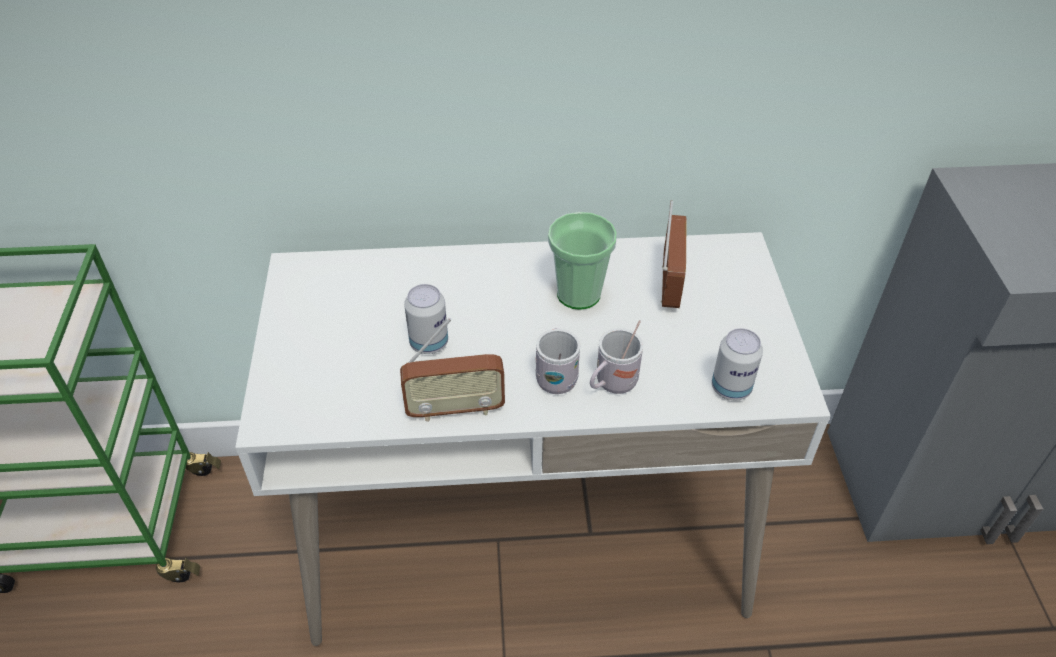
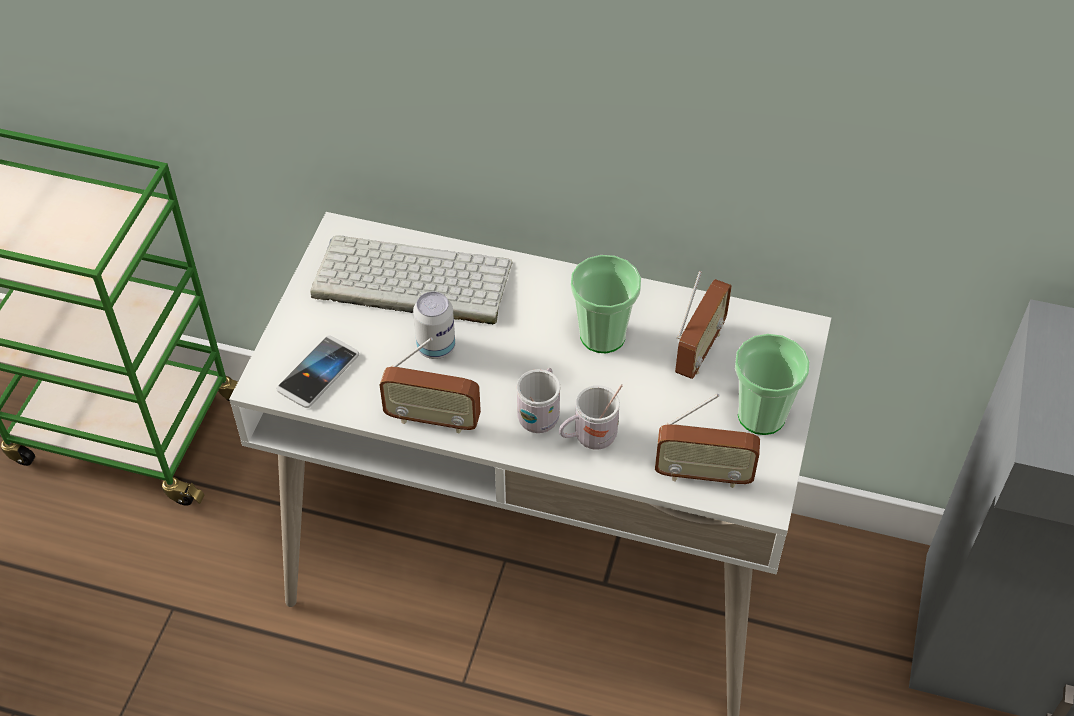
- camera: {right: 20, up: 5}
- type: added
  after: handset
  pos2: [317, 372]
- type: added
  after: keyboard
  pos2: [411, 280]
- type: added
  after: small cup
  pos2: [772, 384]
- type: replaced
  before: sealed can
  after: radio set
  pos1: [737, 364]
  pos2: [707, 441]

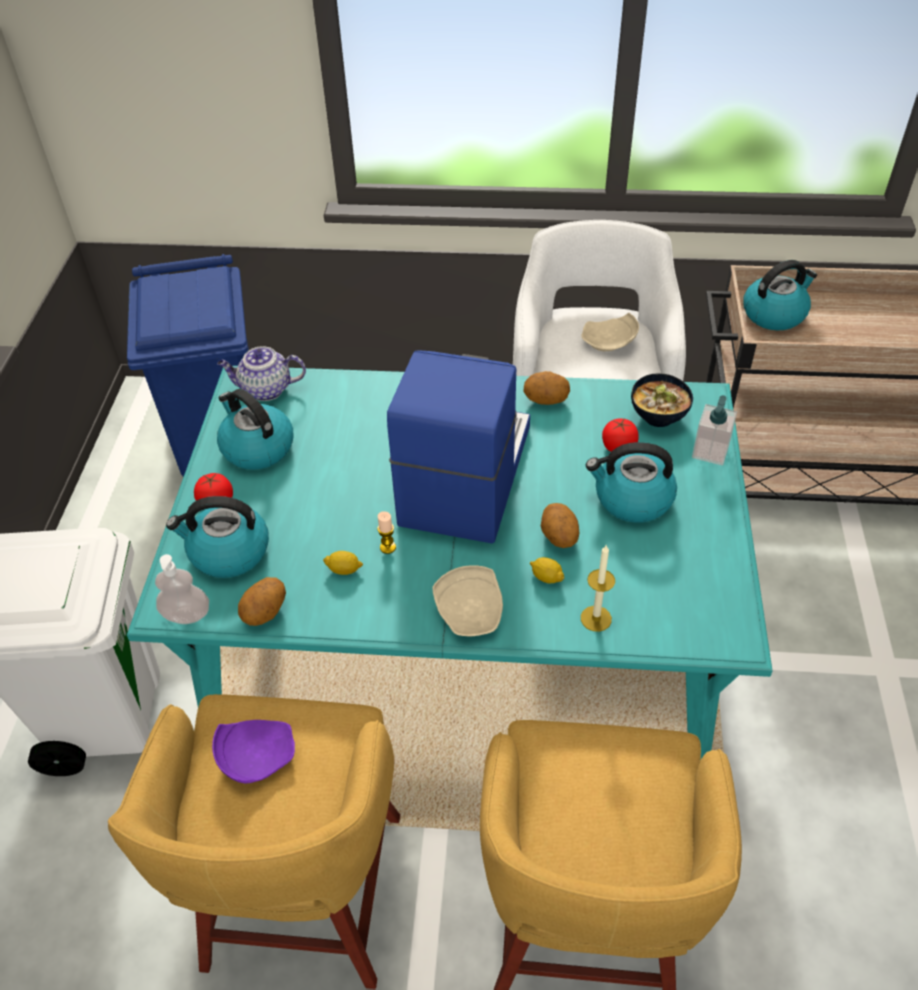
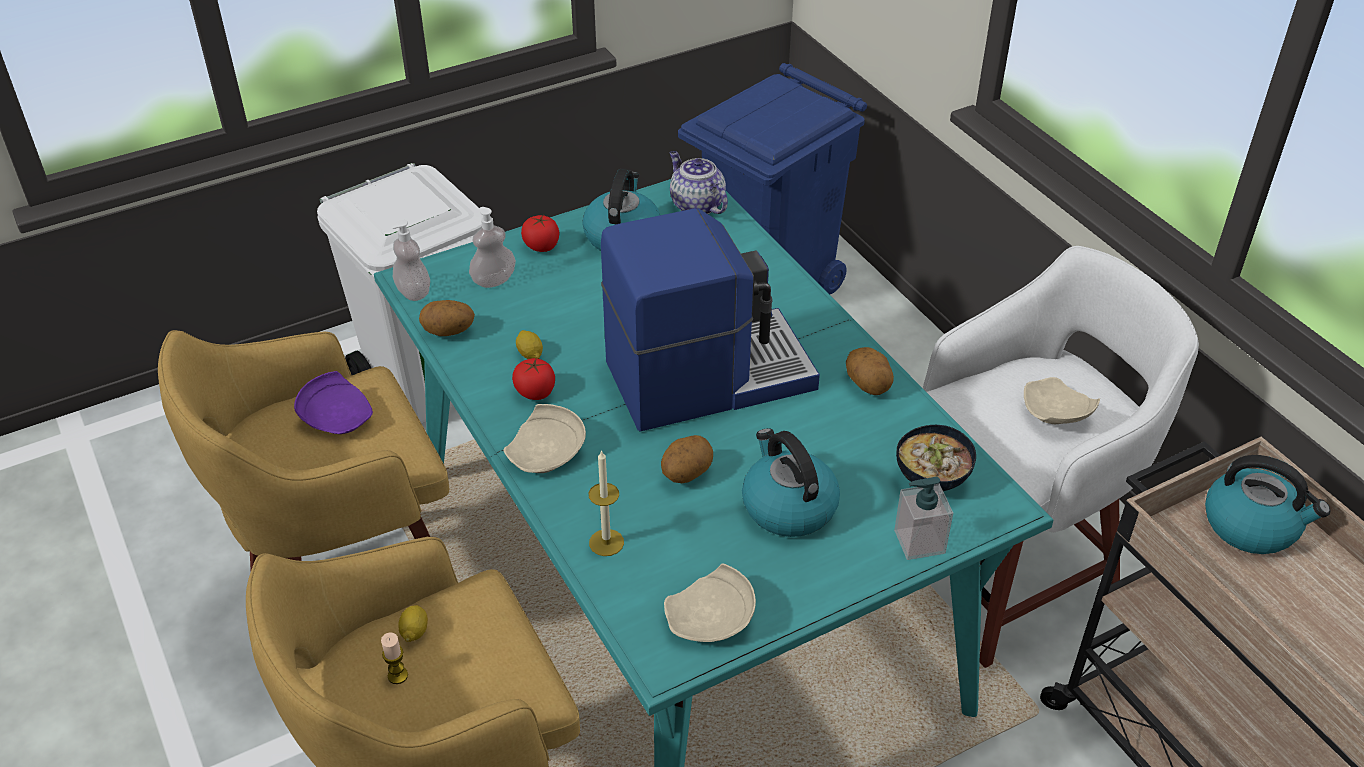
- camera: {right: 55, up: -5}
- type: added
  after: dinner plate/beige
  pos2: [710, 602]
- type: moved
  before: wax candle
  pos1: [386, 532]
  pos2: [394, 658]
- type: moved
  before: citrus fruit
  pos1: [547, 570]
  pos2: [413, 623]
- type: moved
  before: tomato
  pos1: [620, 435]
  pos2: [533, 378]
- type: replaced
  before: kettle
  after: liquid soap bottle
  pos1: [217, 537]
  pos2: [492, 247]

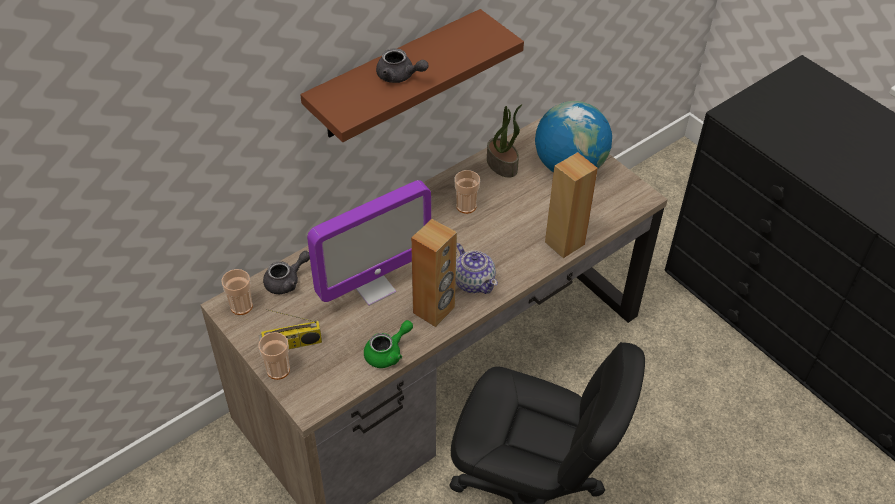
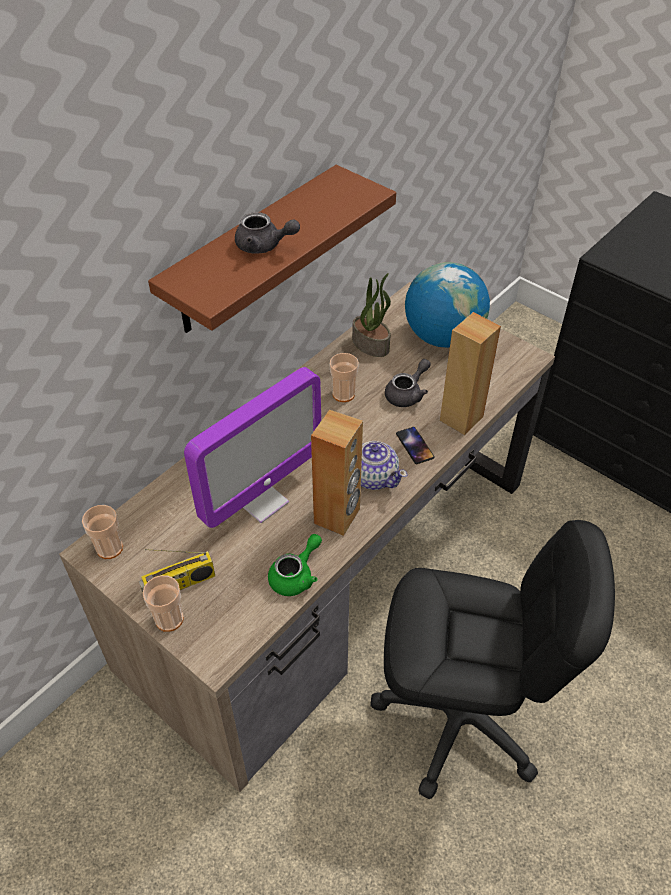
- camera: {right: -10, up: 0}
- type: added
  after: handset
  pos2: [415, 445]
- type: moved
  before: tea pot/greyish
  pos1: [286, 272]
  pos2: [408, 383]

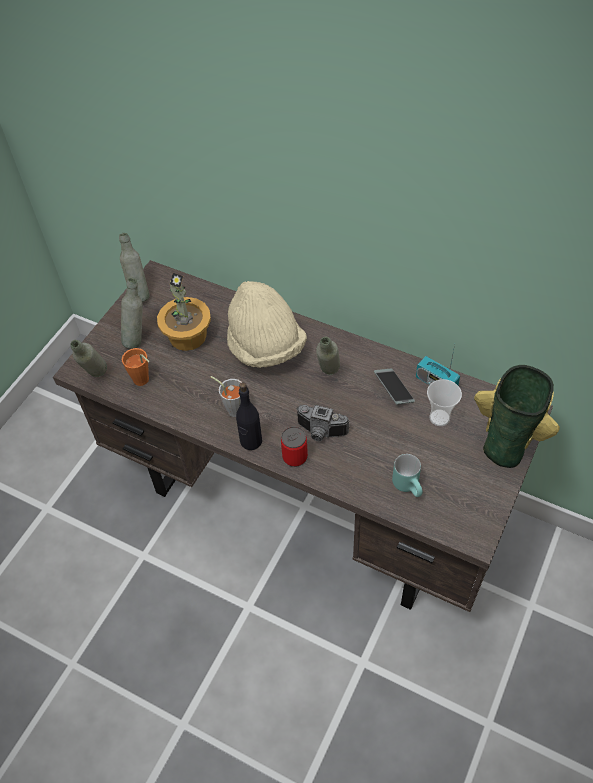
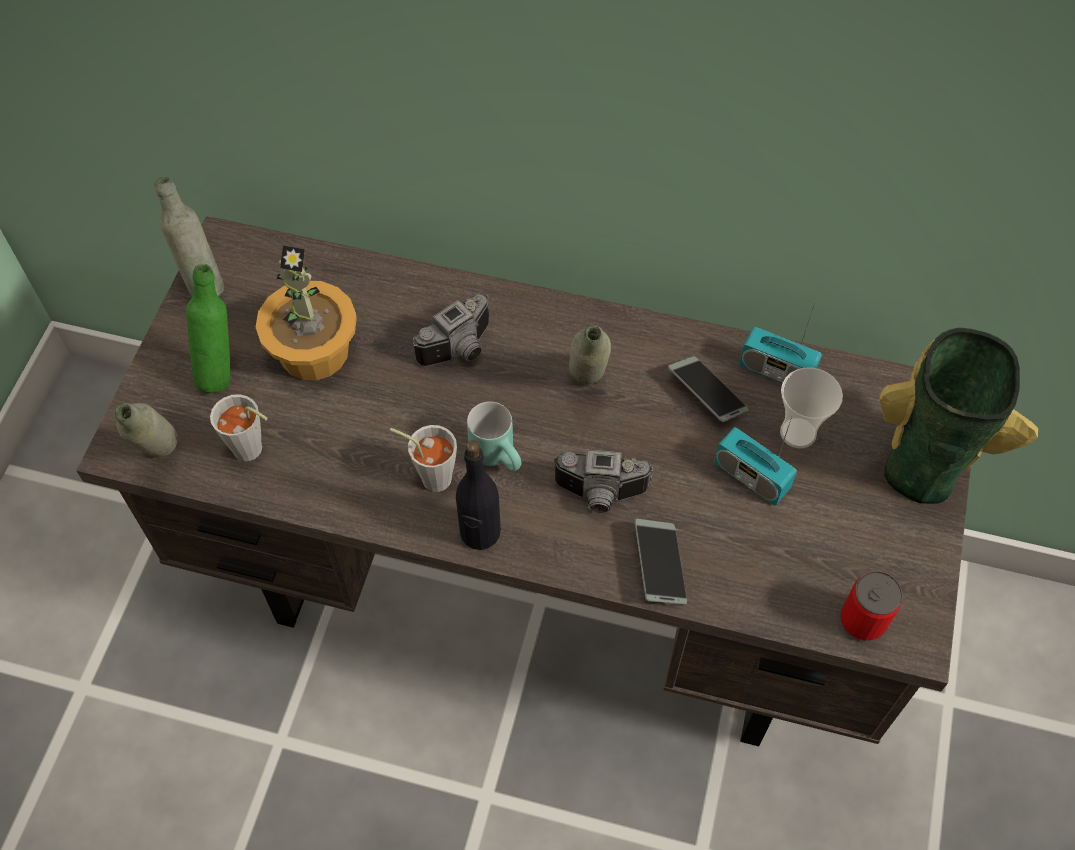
- camera: {right: -15, up: 5}
- type: added
  after: handset
  pos2: [660, 562]
- type: added
  after: radio set
  pos2: [755, 460]
- type: moved
  before: sealed can
  pos1: [294, 446]
  pos2: [871, 605]
- type: moved
  before: tea mug/blue-green
  pos1: [407, 475]
  pos2: [494, 436]
- type: replaced
  before: wearable hat/beige
  after: photo camera
  pos1: [267, 324]
  pos2: [451, 330]
- type: recoloured
  before: beverage bottle/greyish
  after: beverage bottle/green-coloured
  pos1: [132, 313]
  pos2: [208, 328]
- type: recoloured
  before: small cup/orange-coloured
  after: small cup/greyish
  pos1: [135, 367]
  pos2: [239, 427]

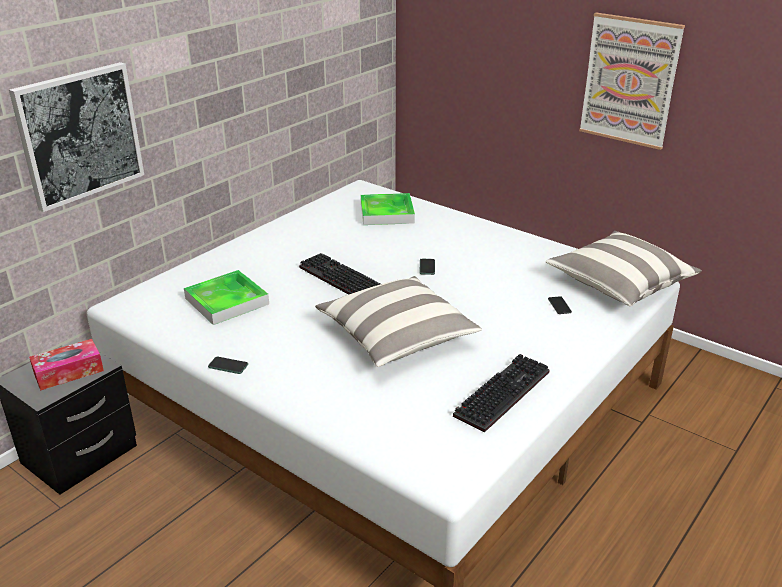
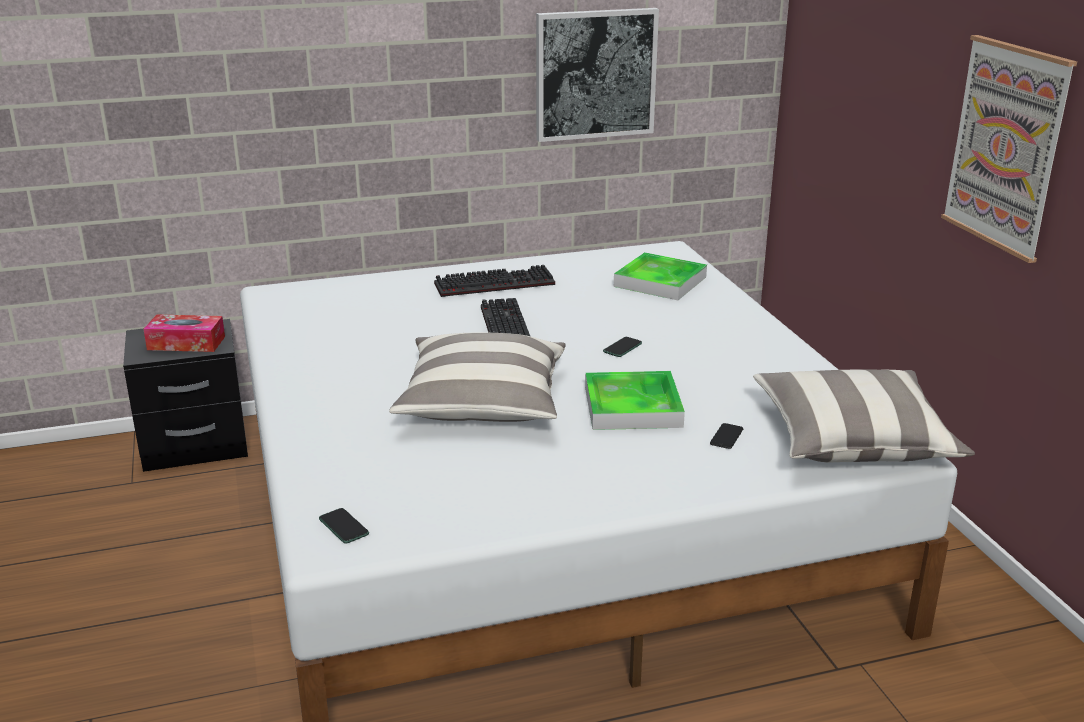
- camera: {right: 35, up: -5}
- type: moved
  before: wall picture
  pos1: [76, 137]
  pos2: [597, 75]
- type: moved
  before: tray
  pos1: [226, 297]
  pos2: [635, 400]
- type: moved
  before: handset
  pos1: [228, 365]
  pos2: [344, 526]
- type: moved
  before: keyboard
  pos1: [501, 393]
  pos2: [494, 281]

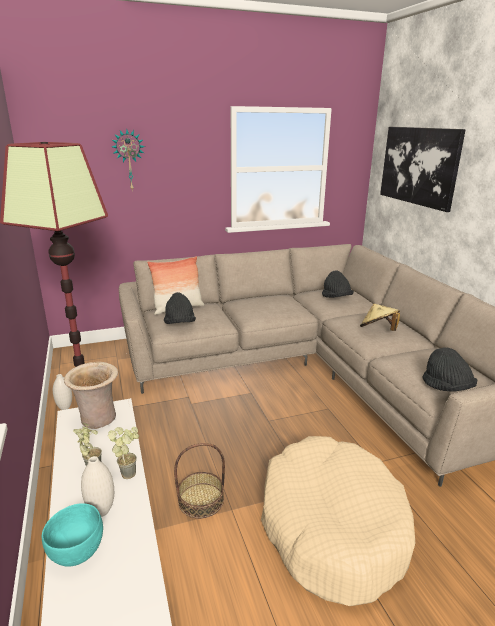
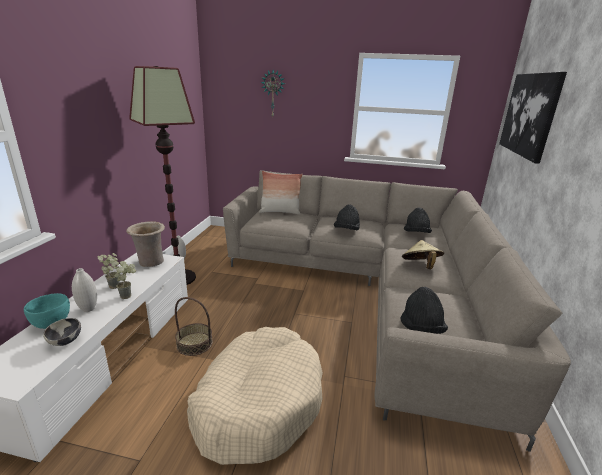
- camera: {right: 30, up: 0}
- type: added
  after: deep dish
  pos2: [62, 332]
- type: moved
  before: wearable hat/black-coloured
  pos1: [180, 308]
  pos2: [347, 217]

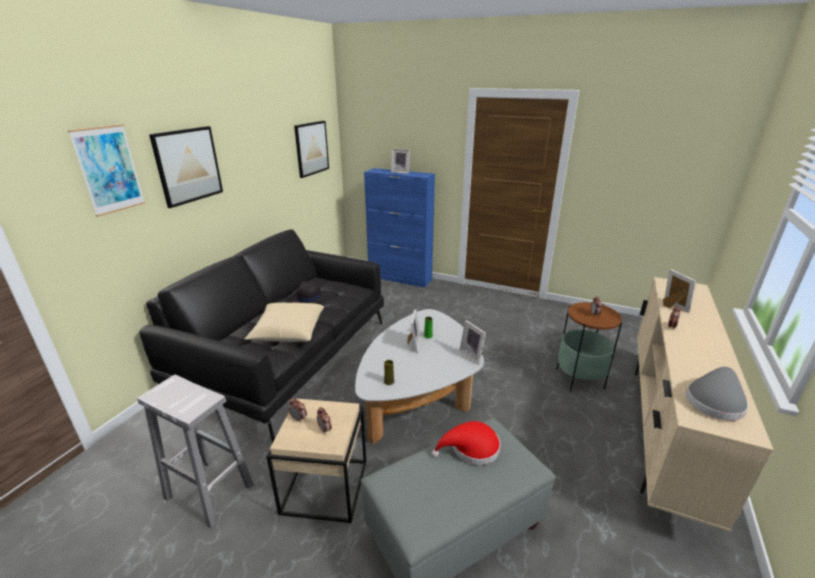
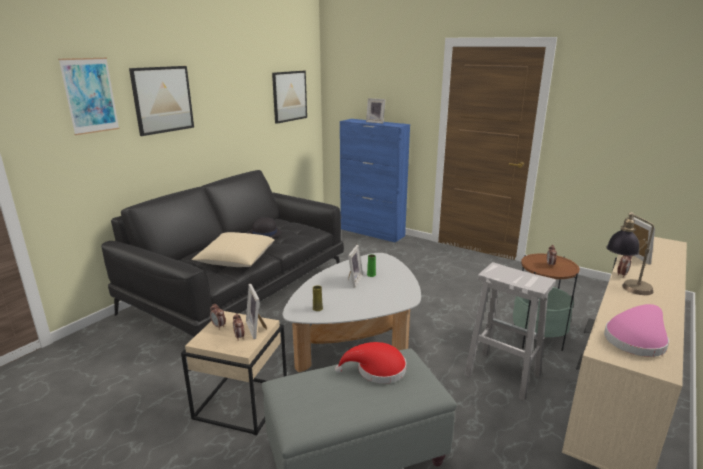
- camera: {right: 10, up: -5}
- type: added
  after: tabletop lamp
  pos2: [630, 253]
- type: moved
  before: stool/whitish
  pos1: [195, 451]
  pos2: [510, 331]
- type: moved
  before: picture frame
  pos1: [472, 342]
  pos2: [256, 311]
- type: recoloured
  before: wearable hat/greyish
  after: wearable hat/pink-coloured
  pos1: [717, 394]
  pos2: [636, 330]

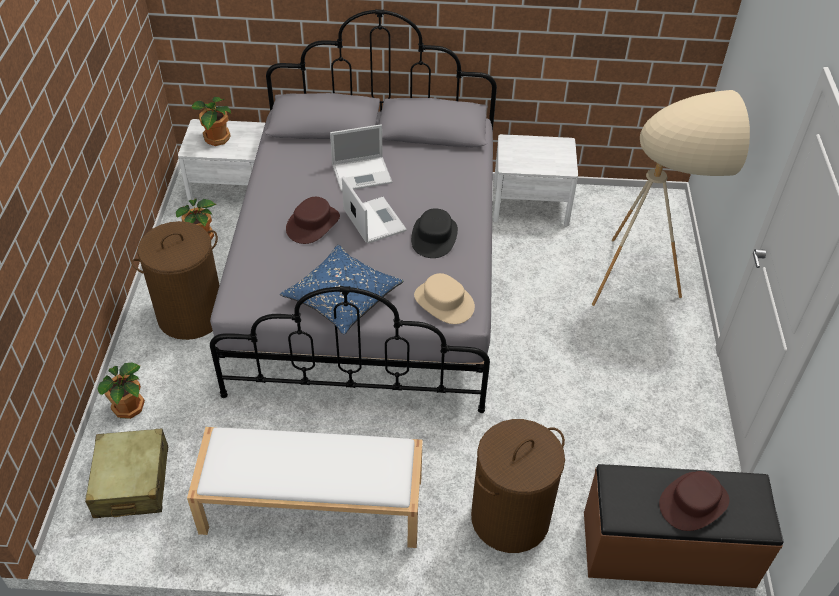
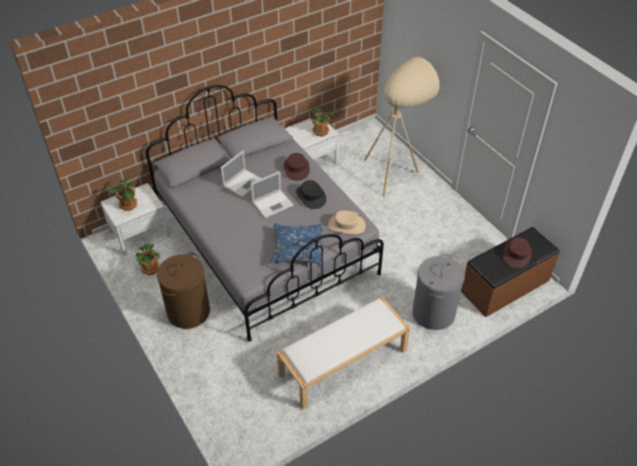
- camera: {right: -35, up: 0}
- type: removed
  before: suitcase/beige
  pos1: [126, 473]
- type: moved
  before: plant in a pot
  pos1: [121, 391]
  pos2: [322, 122]
- type: moved
  before: wearable hat/brownish
  pos1: [313, 220]
  pos2: [297, 167]
- type: recoloured
  before: washing basket/brownish
  after: washing basket/greyish
  pos1: [518, 486]
  pos2: [438, 292]
- type: turned
  before: notebook computer
  pos1: [374, 210]
  pos2: [272, 194]
  turn: 120

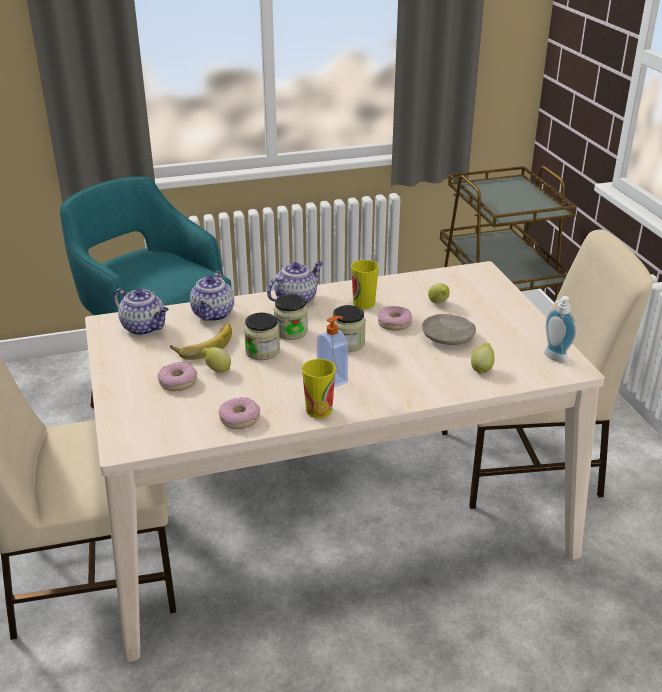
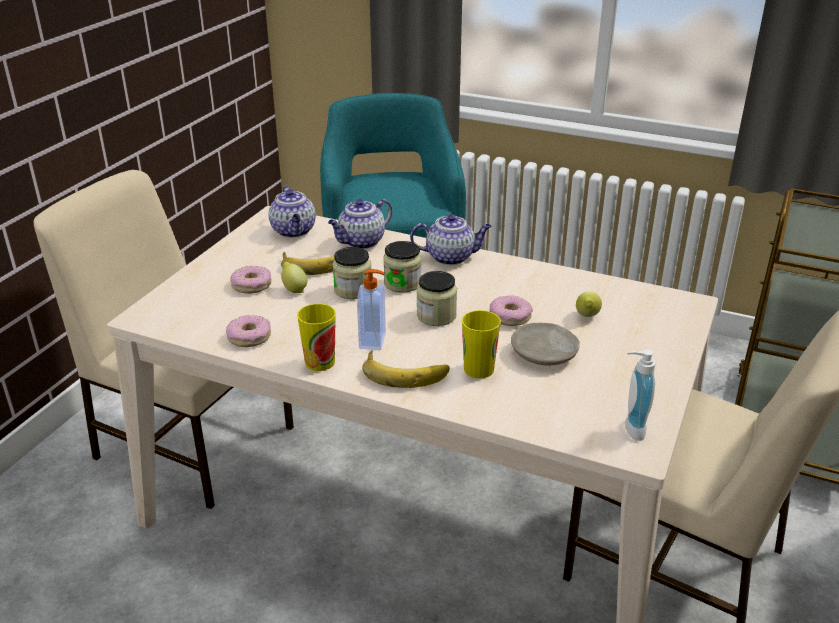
- camera: {right: 40, up: 0}
- type: removed
  before: citrus fruit
  pos1: [483, 359]
- type: added
  after: whole banana
  pos2: [406, 369]
- type: moved
  before: small cup
  pos1: [365, 284]
  pos2: [481, 344]

